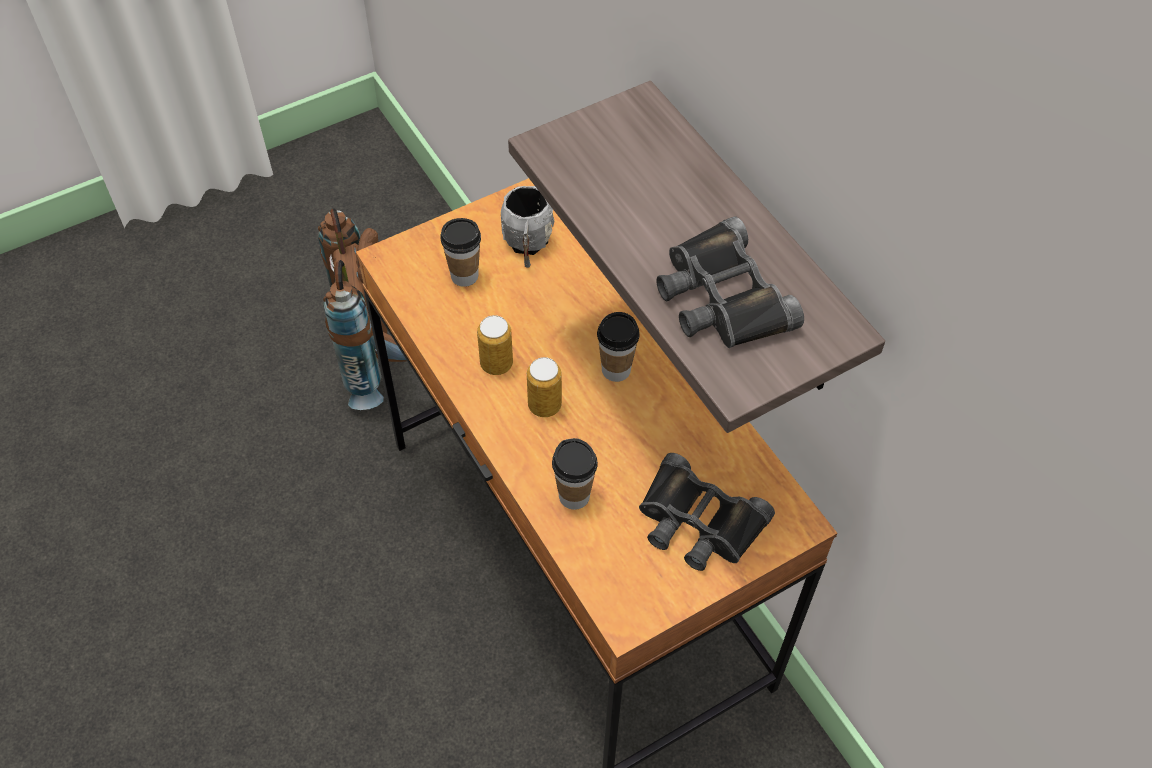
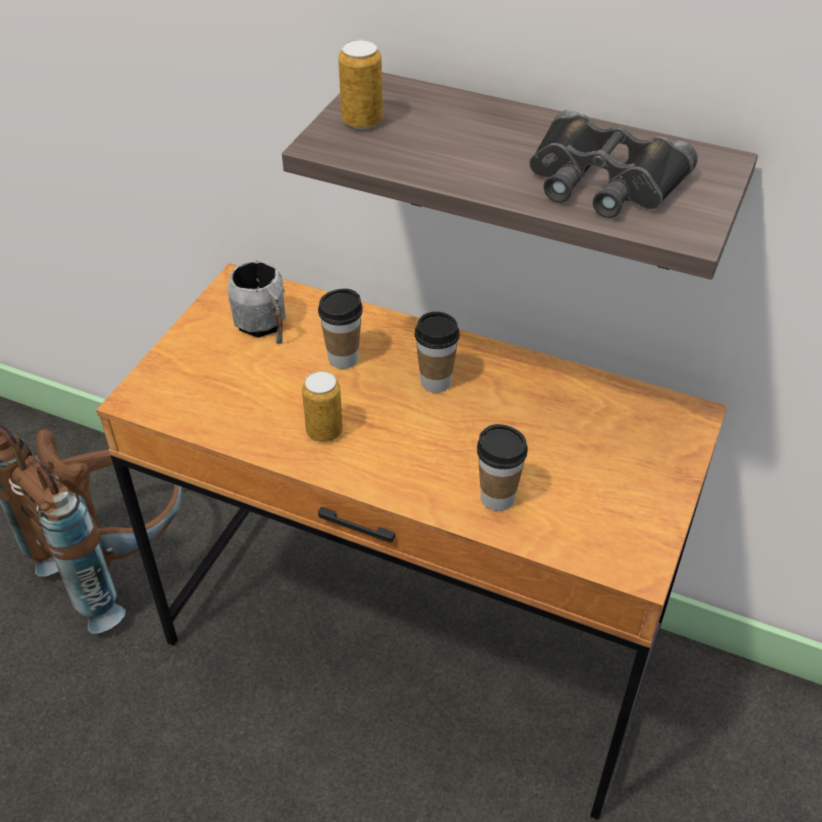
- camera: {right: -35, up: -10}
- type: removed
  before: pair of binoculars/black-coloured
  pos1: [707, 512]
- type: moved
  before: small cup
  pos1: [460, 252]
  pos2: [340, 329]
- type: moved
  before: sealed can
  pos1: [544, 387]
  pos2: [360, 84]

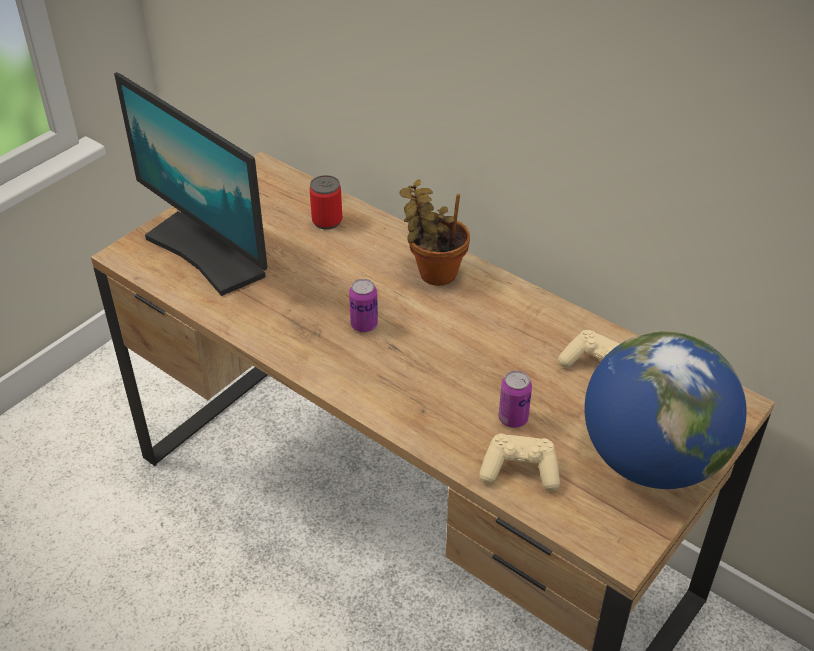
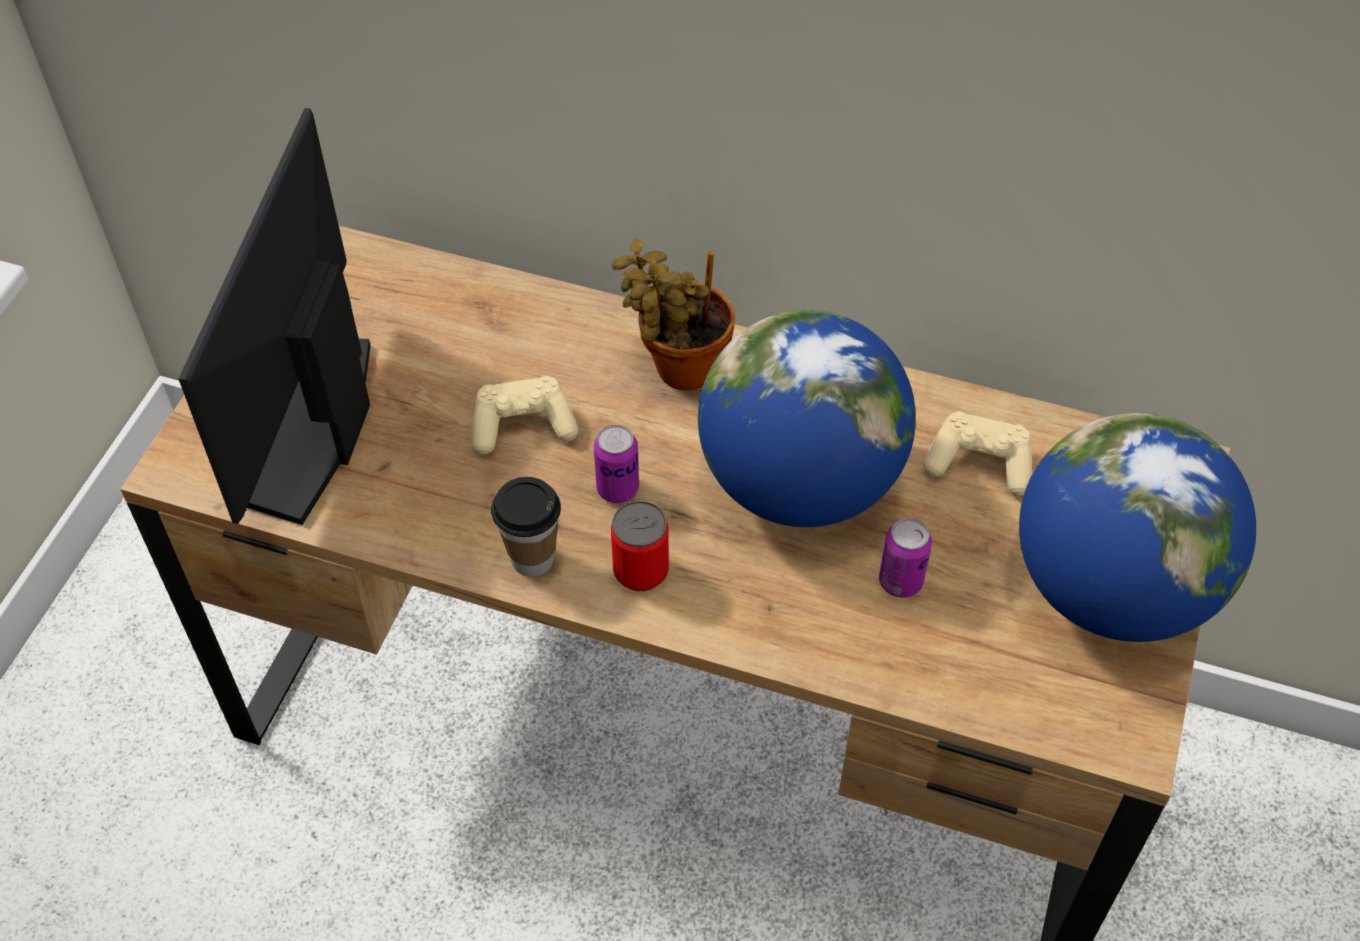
- camera: {right: -20, up: 10}
- type: added
  after: small cup
  pos2: [526, 527]
- type: added
  after: globe
  pos2: [807, 418]
- type: moved
  before: sealed can
  pos1: [326, 202]
  pos2: [640, 546]
- type: moved
  before: gamepad/beige
  pos1: [519, 462]
  pos2: [525, 415]
- type: turned
  before: computer screen
  pos1: [190, 184]
  pos2: [275, 316]
  turn: 75

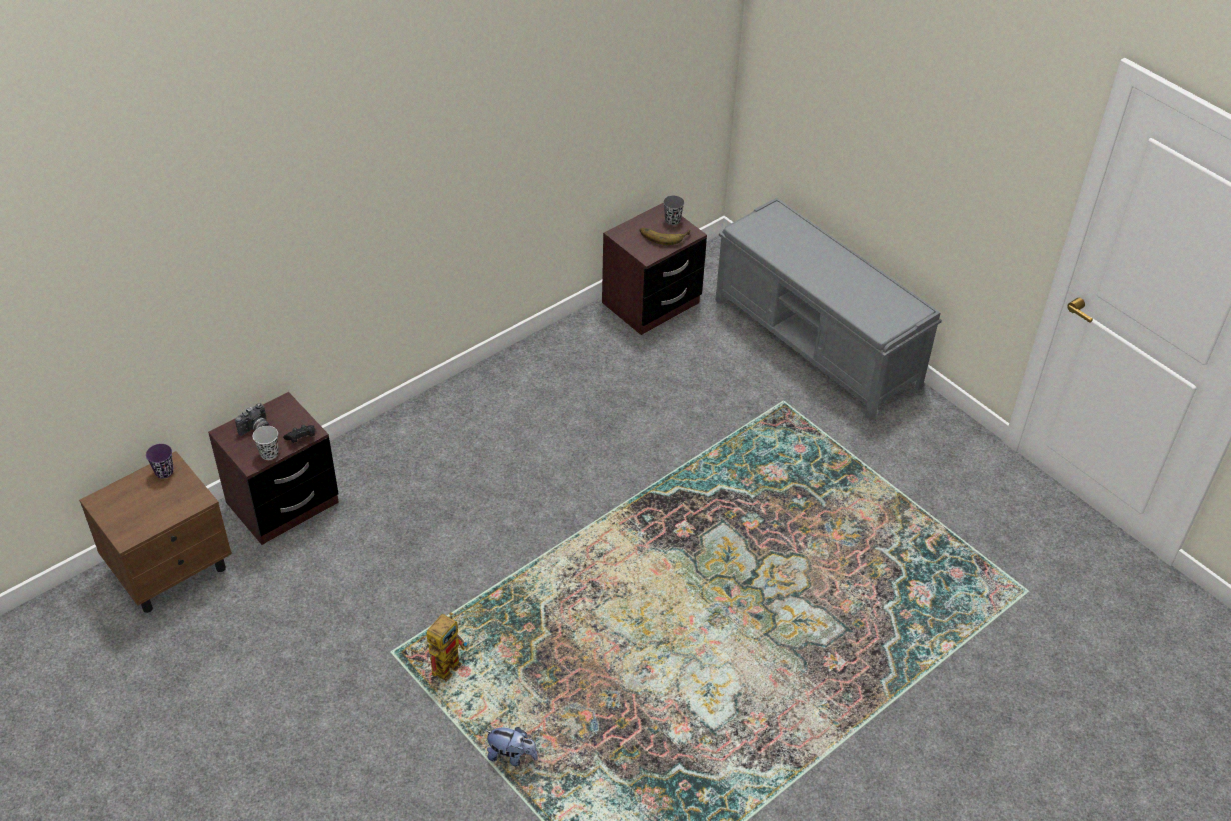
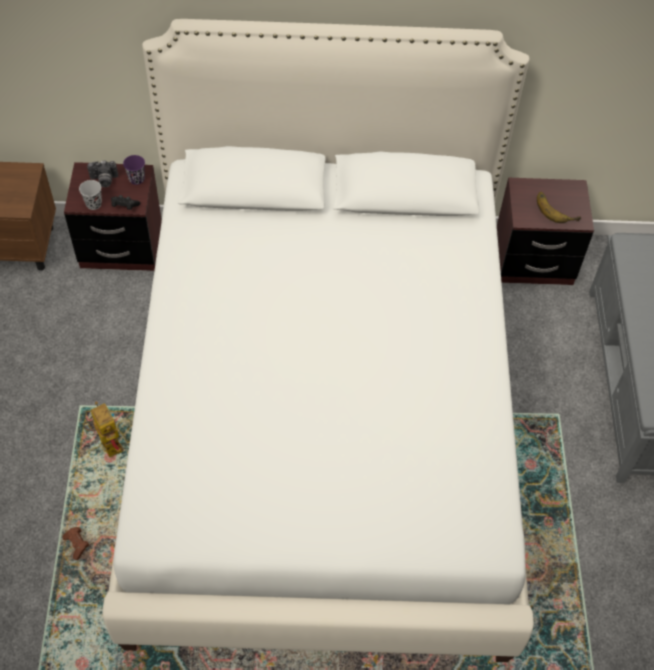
- camera: {right: 40, up: 10}
- type: removed
  before: small cup/greyish
  pos1: [674, 210]
- type: added
  after: sleeping bed/whitish
  pos2: [318, 340]
- type: moved
  before: small cup/purple
  pos1: [160, 461]
  pos2: [134, 170]
- type: replaced
  before: cuddly toy
  after: gamepad/brownish
  pos1: [511, 746]
  pos2: [75, 543]
- type: turned
  before: model robot
  pos1: [447, 647]
  pos2: [103, 429]
  turn: -105

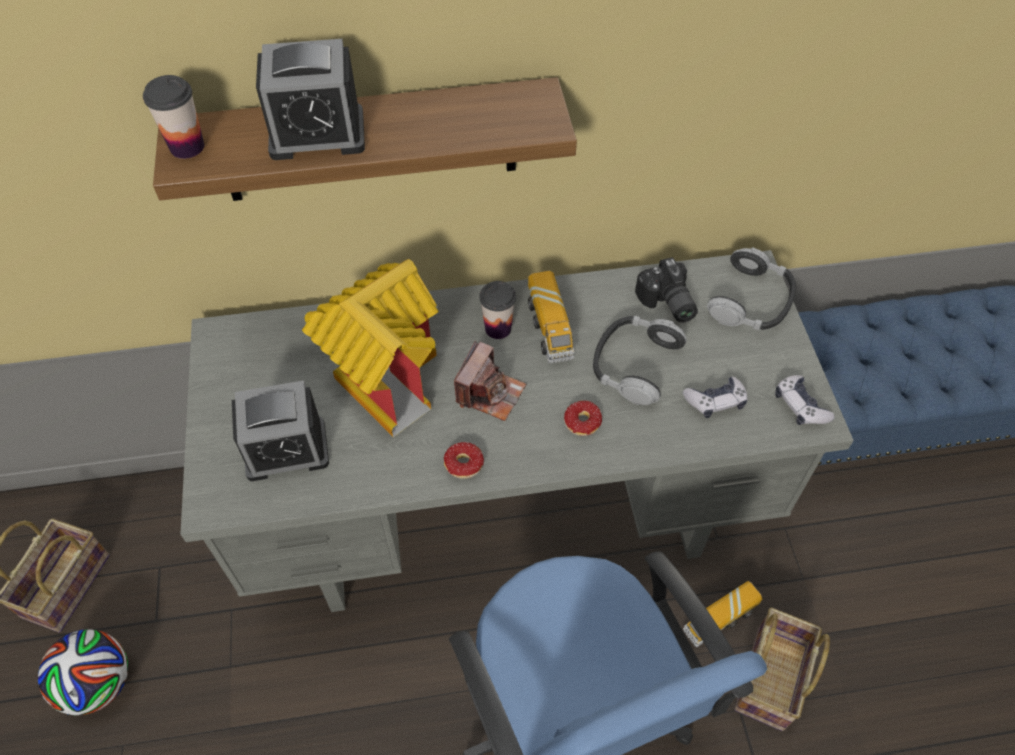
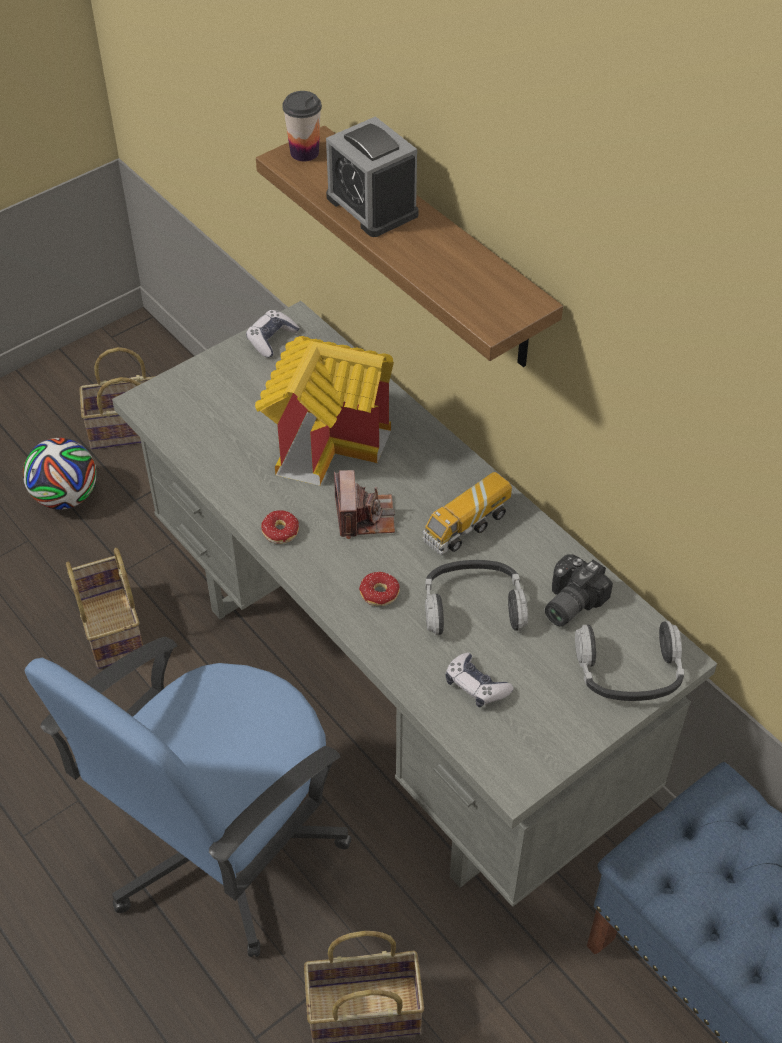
- camera: {right: 60, up: -5}
- type: removed
  before: alarm clock
  pos1: [280, 430]
- type: removed
  before: small cup
  pos1: [497, 310]
- type: removed
  before: model truck
  pos1: [723, 614]
- type: added
  after: storage basket
  pos2: [104, 608]
- type: moved
  before: gamepad
  pos1: [805, 400]
  pos2: [273, 334]
- type: turned
  before: photo camera
  pos1: [490, 381]
  pos2: [364, 504]
  turn: -90

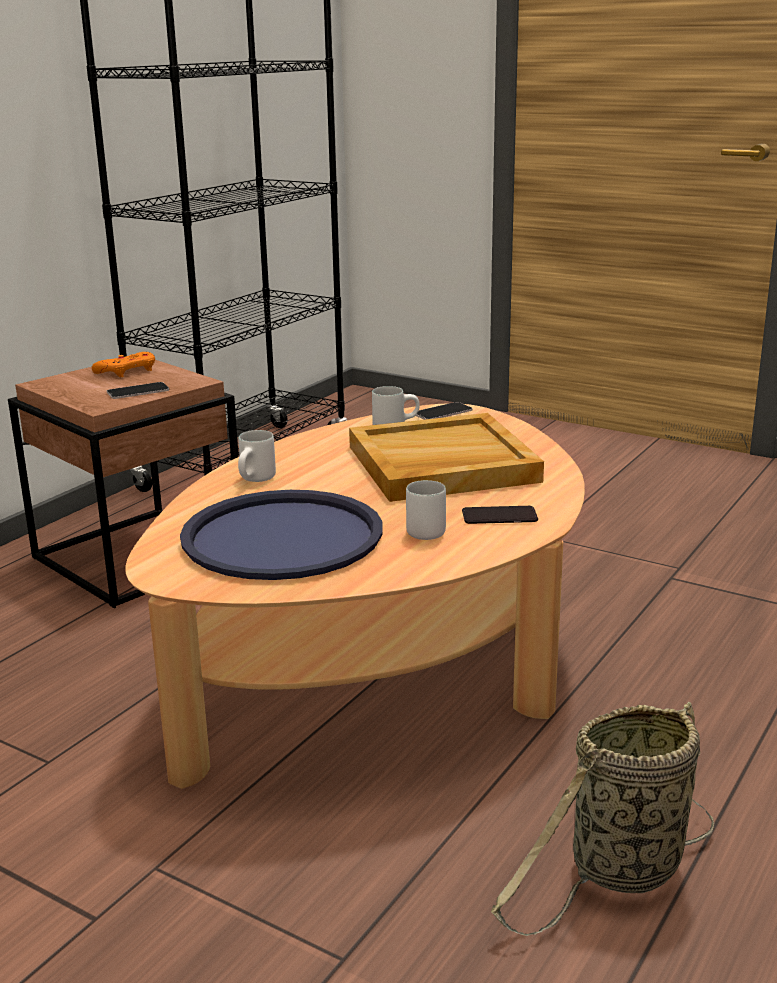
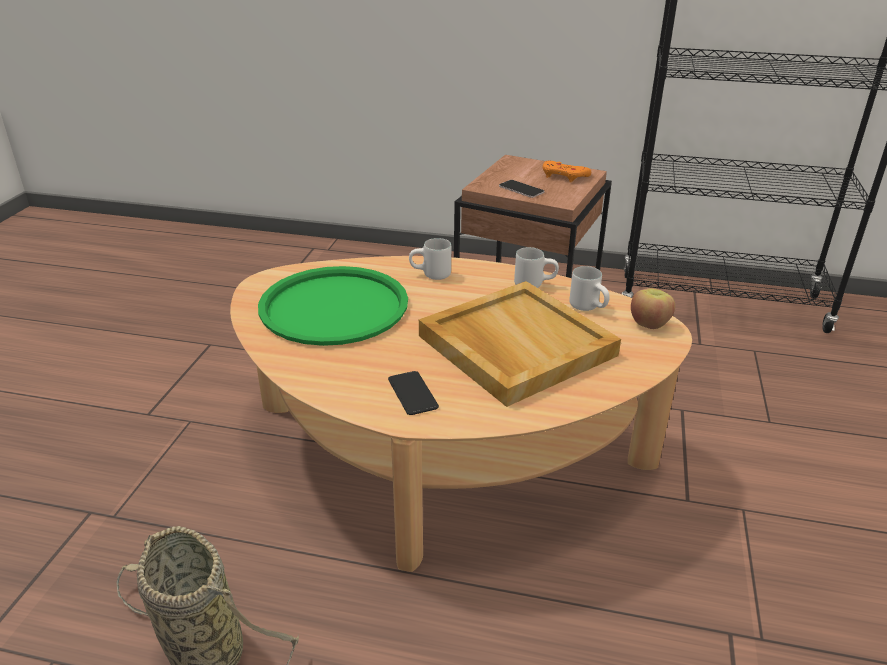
- camera: {right: 70, up: 10}
- type: moved
  before: tea mug/whitish
  pos1: [426, 510]
  pos2: [536, 267]
- type: replaced
  before: handset
  after: apple
  pos1: [444, 411]
  pos2: [653, 308]
- type: recoloured
  before: tray/blue
  after: tray/green-coloured
  pos1: [281, 535]
  pos2: [333, 306]

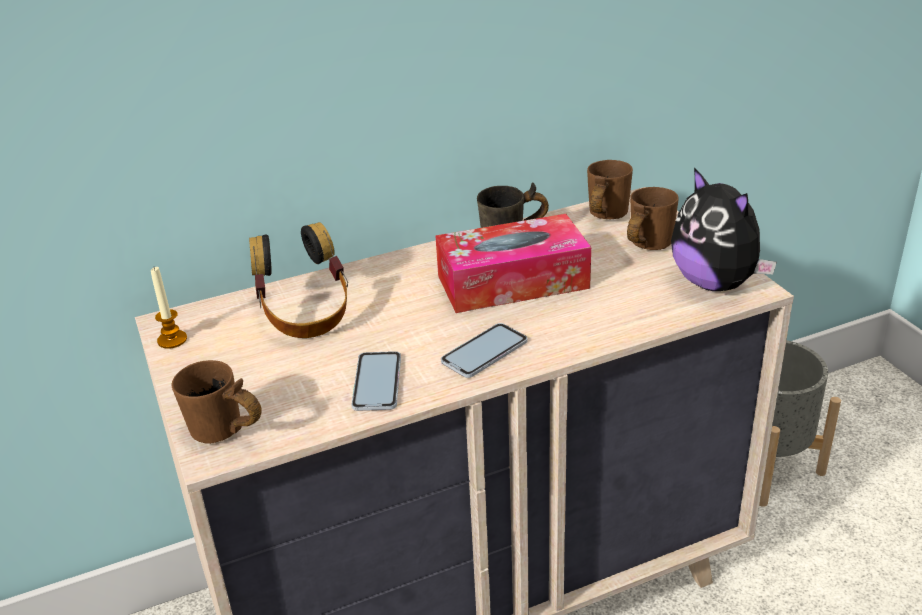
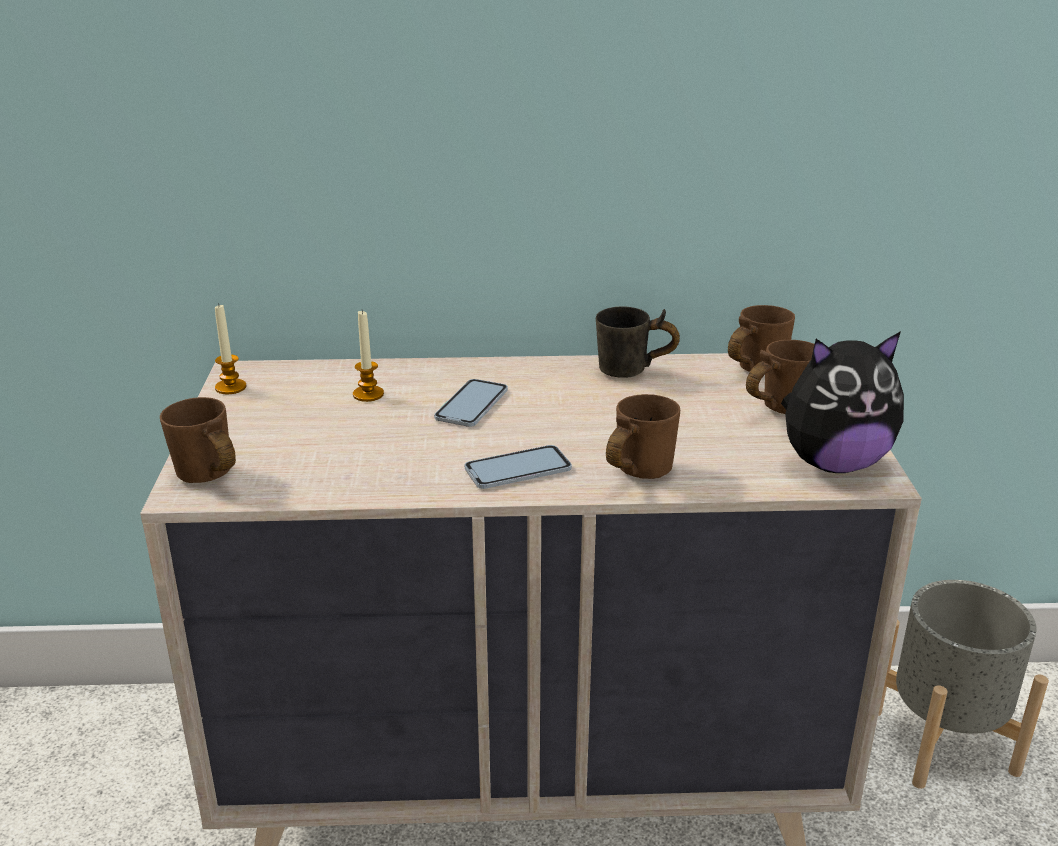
- camera: {right: 20, up: -5}
- type: removed
  before: tissue holder
  pos1: [513, 263]
- type: added
  after: tea mug/brownish
  pos2: [643, 436]
- type: moved
  before: handset
  pos1: [376, 381]
  pos2: [471, 403]
- type: replaced
  before: headset
  after: wax candle
  pos1: [298, 280]
  pos2: [368, 356]
- type: turned
  before: cuddly toy
  pos1: [724, 229]
  pos2: [842, 402]
  turn: -90

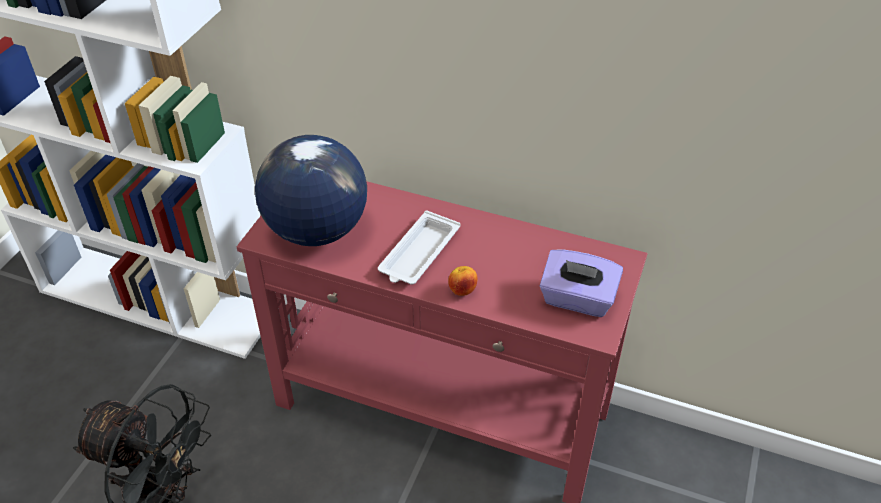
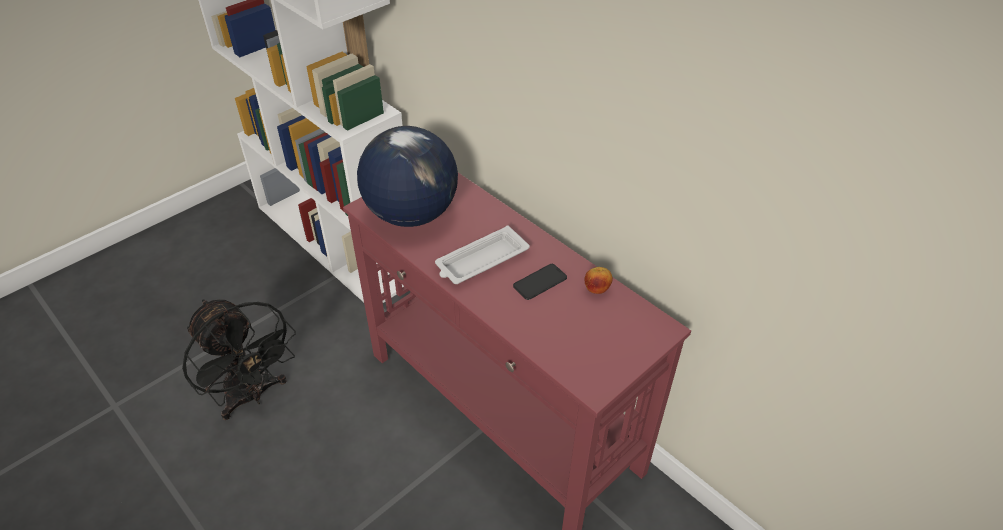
- camera: {right: 25, up: 0}
- type: removed
  before: tissue holder/purple
  pos1: [581, 283]
- type: added
  after: handset
  pos2: [540, 282]
- type: moved
  before: apple
  pos1: [462, 281]
  pos2: [598, 280]

